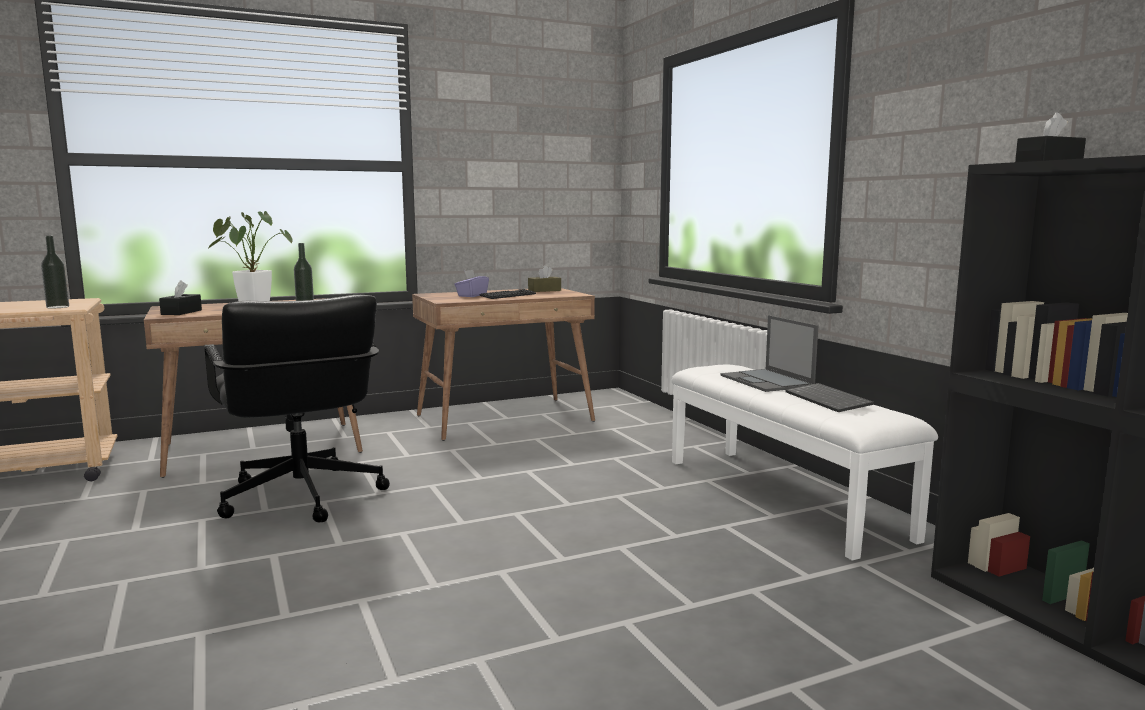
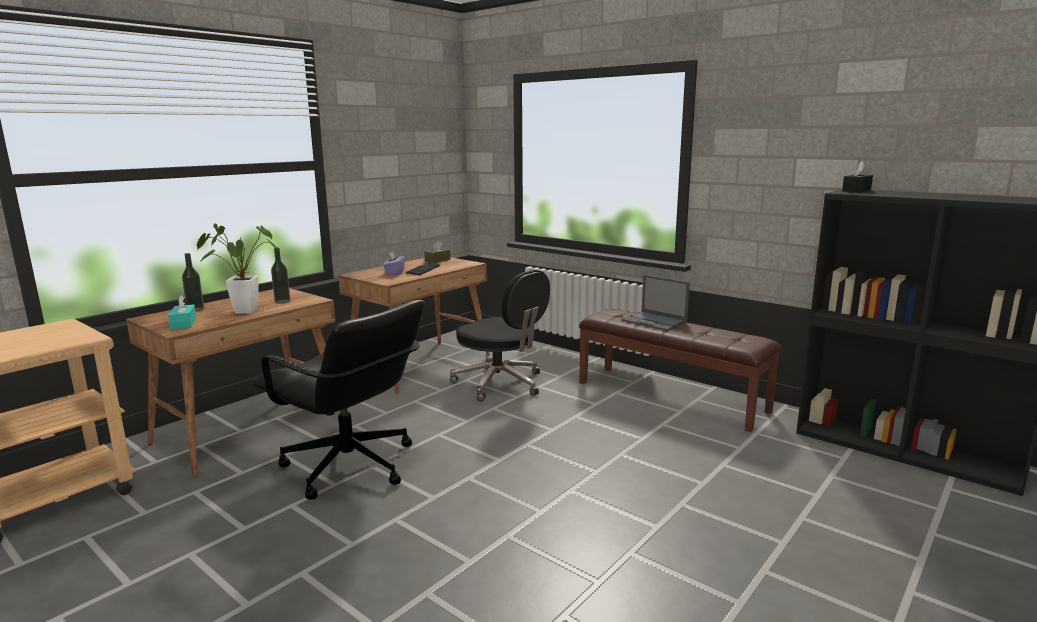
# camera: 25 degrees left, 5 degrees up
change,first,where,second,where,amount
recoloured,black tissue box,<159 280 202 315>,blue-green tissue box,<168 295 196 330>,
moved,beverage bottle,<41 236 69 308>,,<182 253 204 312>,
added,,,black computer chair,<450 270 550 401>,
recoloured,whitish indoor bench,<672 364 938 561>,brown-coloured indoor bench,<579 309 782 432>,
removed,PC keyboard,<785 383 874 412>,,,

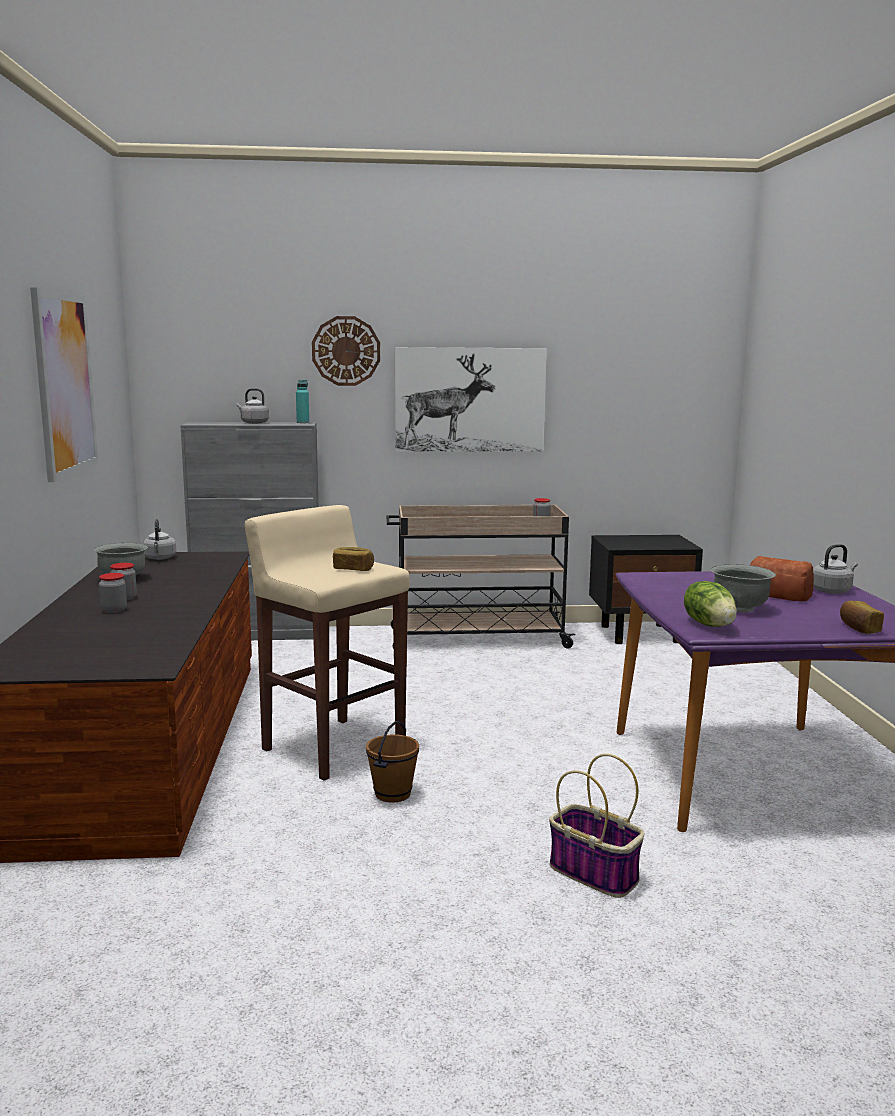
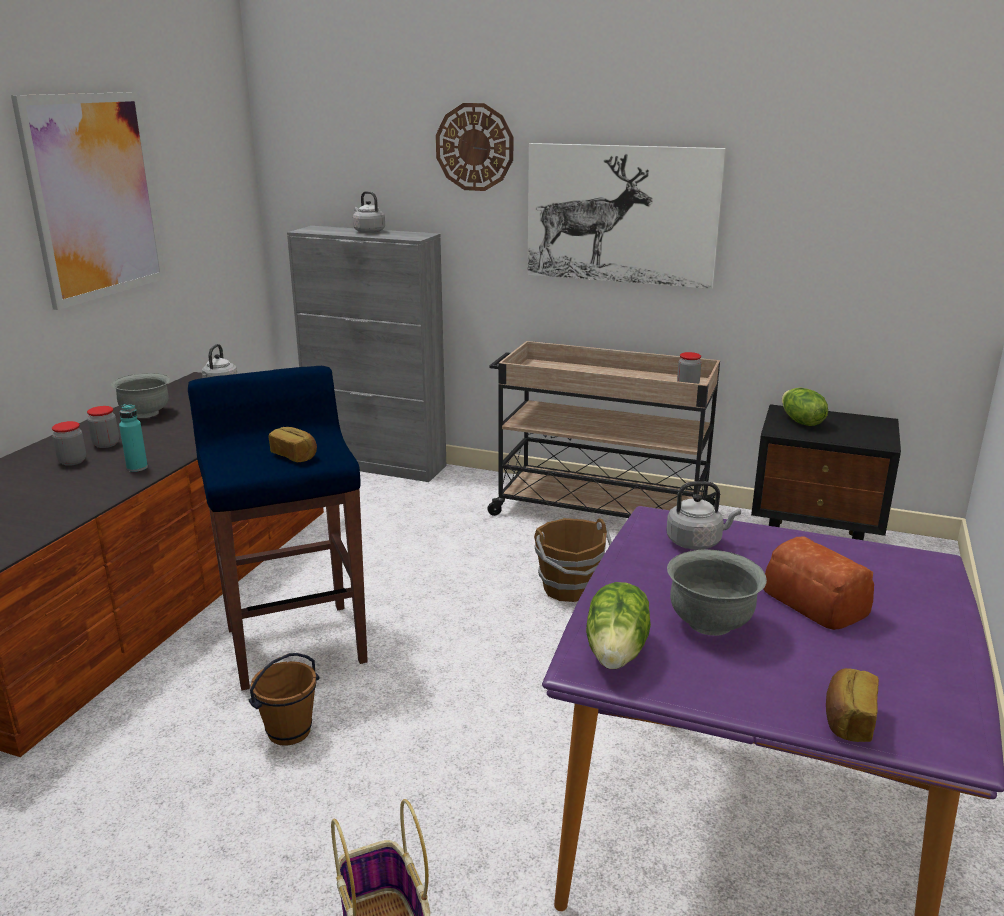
# camera: 25 degrees right, 10 degrees up
change,first,where,second,where,amount
moved,blue-green beverage bottle,<296 380 309 423>,,<119 404 148 472>,
recoloured,sand-coloured stool,<244 505 410 781>,blue-coloured stool,<188 366 368 691>,
added,,,brown-coloured water bucket,<534 518 612 602>,
moved,greyish tea kettle,<813 544 858 594>,,<666 481 741 550>,
added,,,lettuce head,<782 388 828 426>,

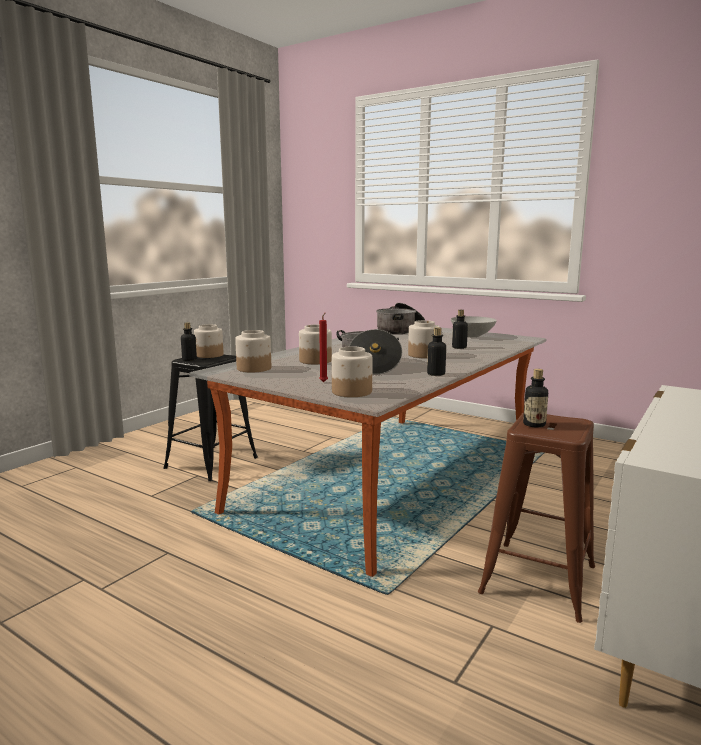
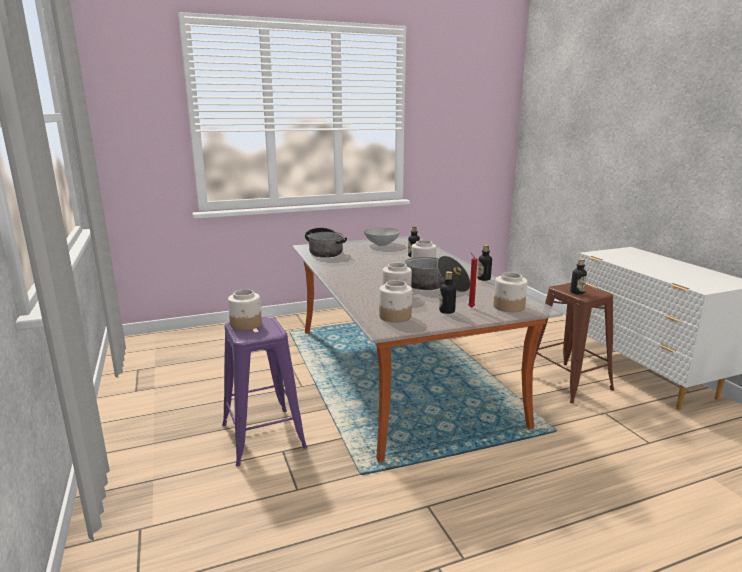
# camera: 55 degrees left, 5 degrees up
change,first,where,second,where,amount
recoloured,black stool,<163 355 258 481>,purple-coloured stool,<222 316 307 467>,
moved,beverage bottle,<181 322 197 361>,,<439 271 456 314>,

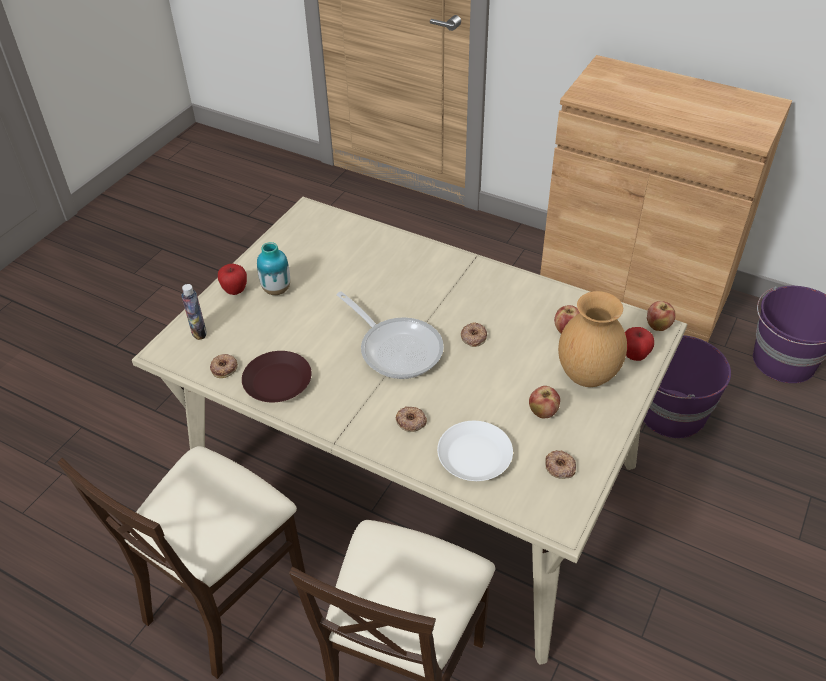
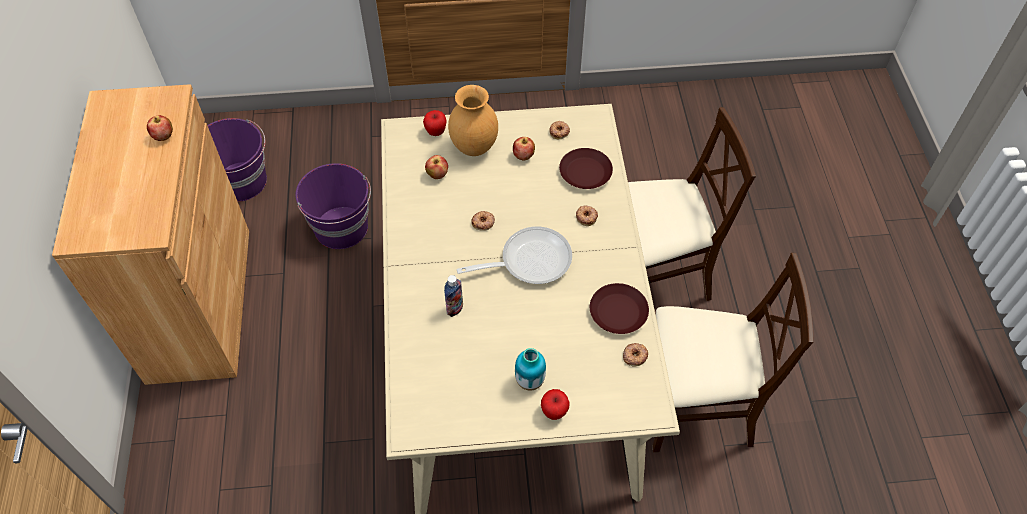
# camera: 125 degrees left, 10 degrees up
change,first,where,second,where,amount
moved,whole apple,<647 301 676 331>,,<147 115 173 141>,
moved,beverage bottle,<181 284 207 340>,,<444 275 463 317>,
turned,frying pan,<337 291 444 379>,,<457 227 572 284>,60 degrees clockwise
recoloured,whitish dinner plate,<437 421 513 481>,brown-coloured dinner plate,<559 148 613 189>,

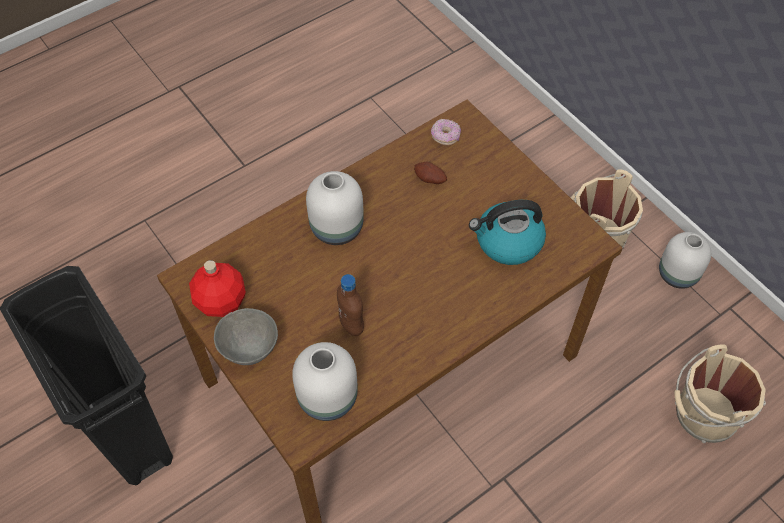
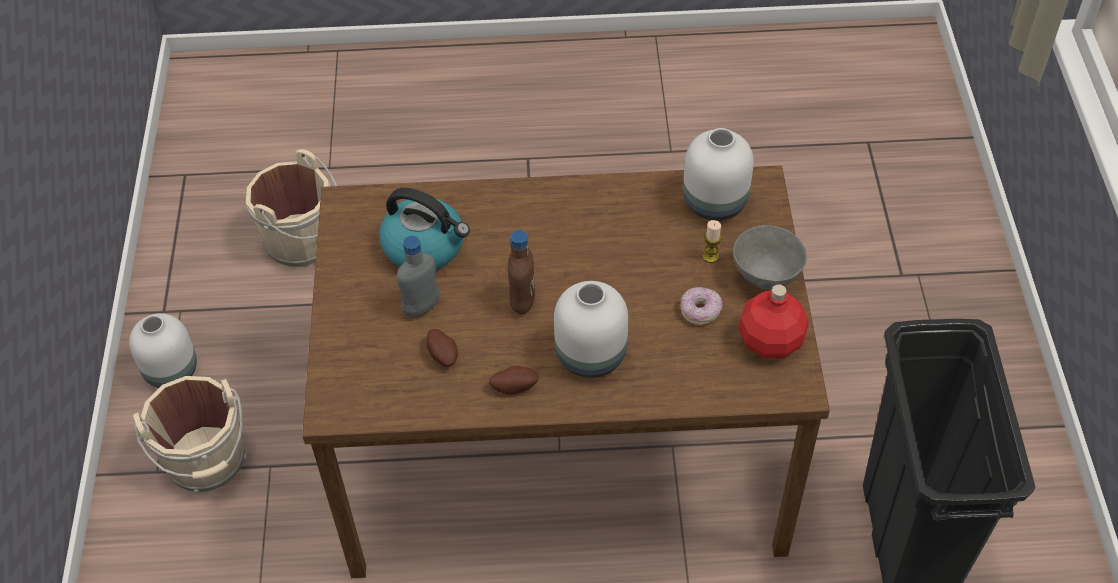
# camera: 145 degrees left, 5 degrees down
change,first,where,second,where,amount
added,,,greyish beverage bottle,<397 236 439 317>,
added,,,spud,<489 366 539 394>,
moved,brown-coloured beverage bottle,<337 274 364 336>,,<508 230 535 315>,
moved,ring doughnut,<431 119 461 145>,,<680 287 722 325>,
added,,,wax light,<703 220 722 263>,

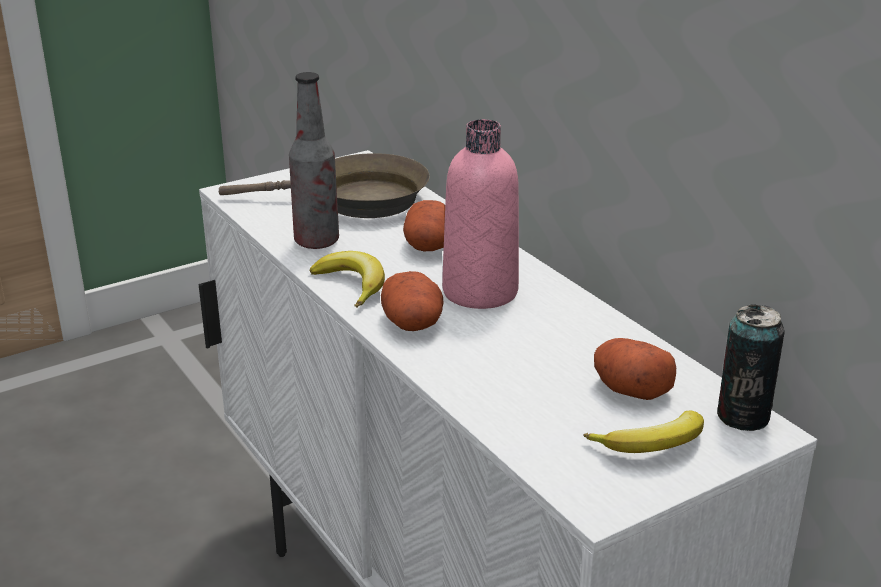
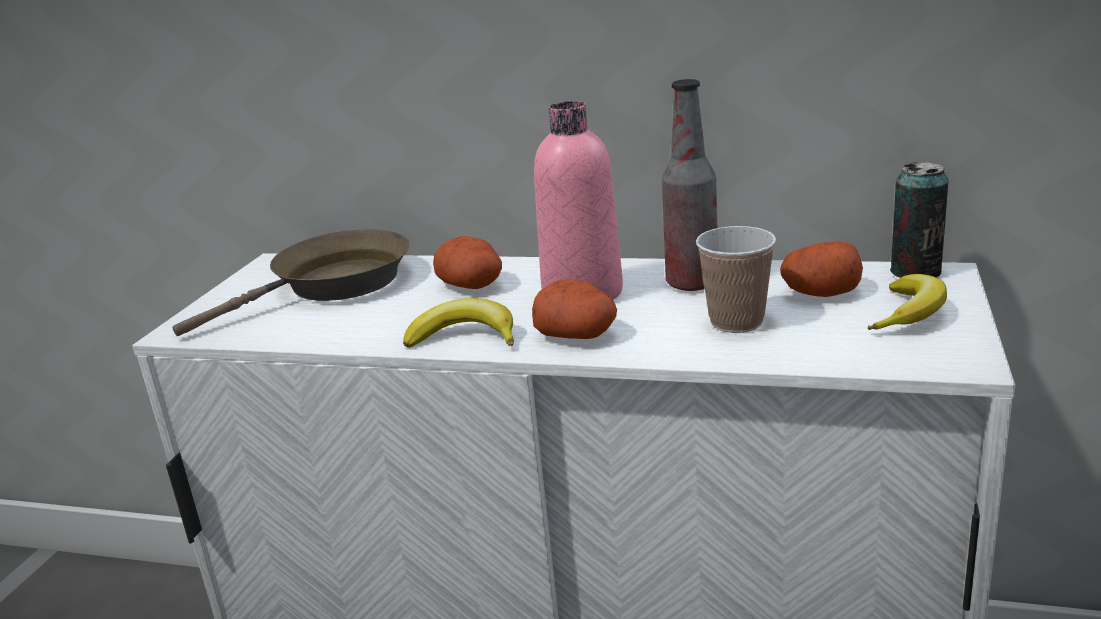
# camera: 40 degrees left, 5 degrees down
change,first,where,second,where,amount
moved,beverage bottle,<289 72 339 249>,,<662 79 718 291>,
added,,,small cup,<696 226 776 333>,

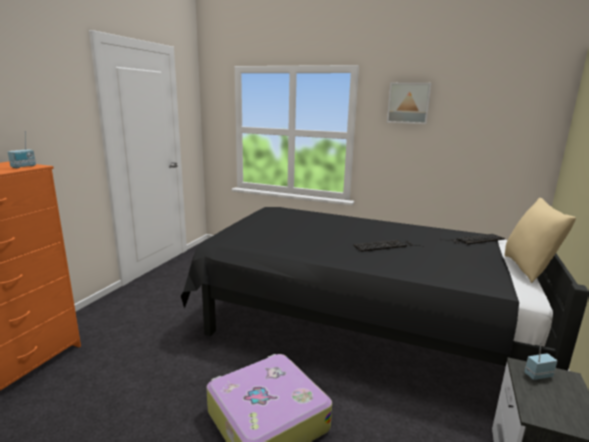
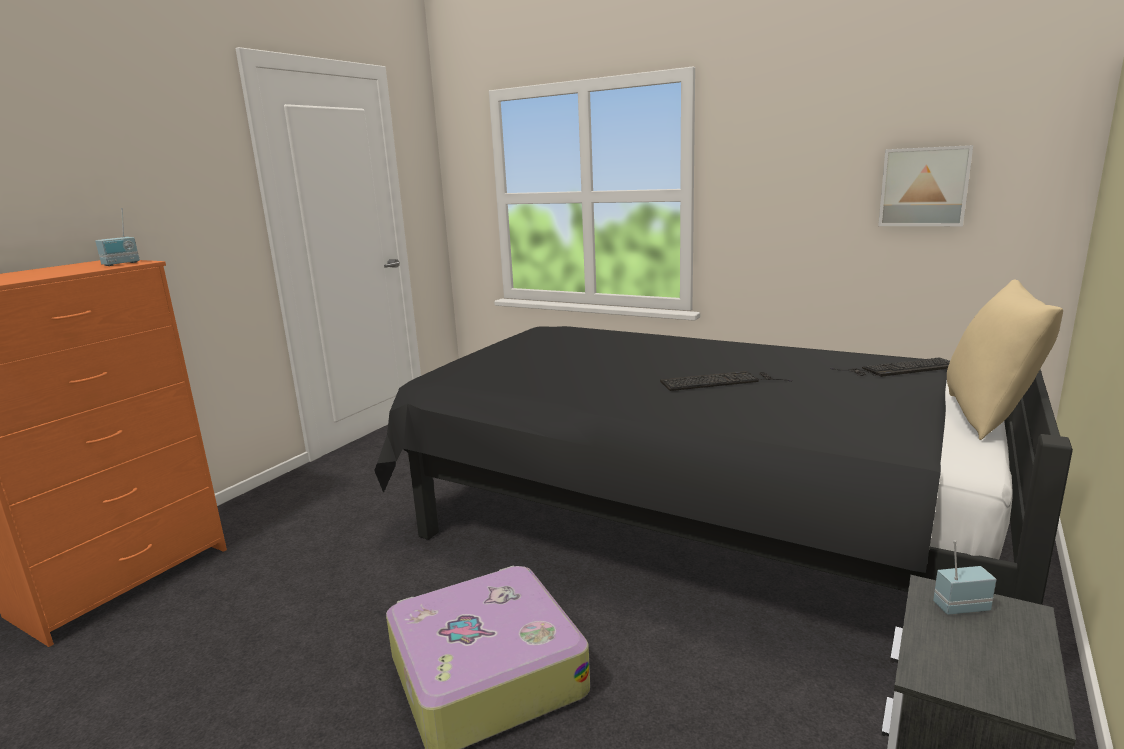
# camera: 10 degrees right, 0 degrees up
change,first,where,second,where,amount
moved,wall picture,<387 83 431 124>,,<878 145 973 226>,

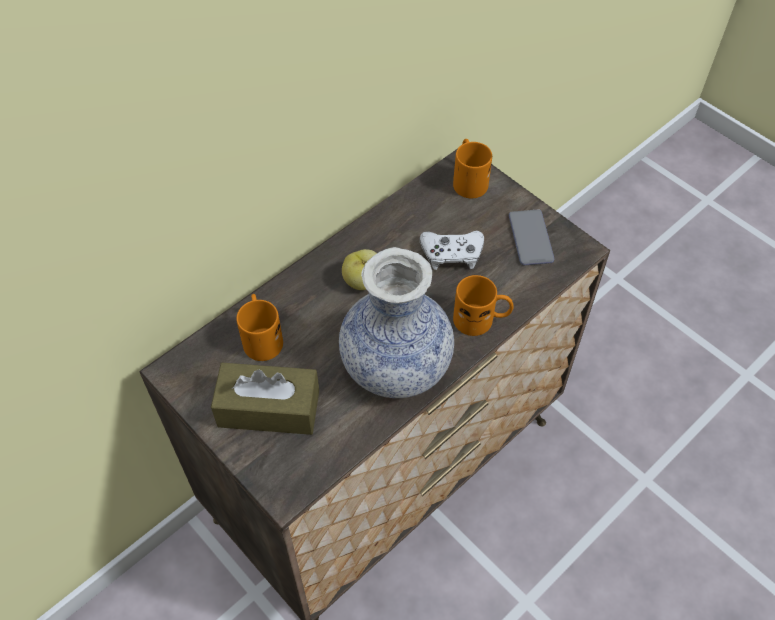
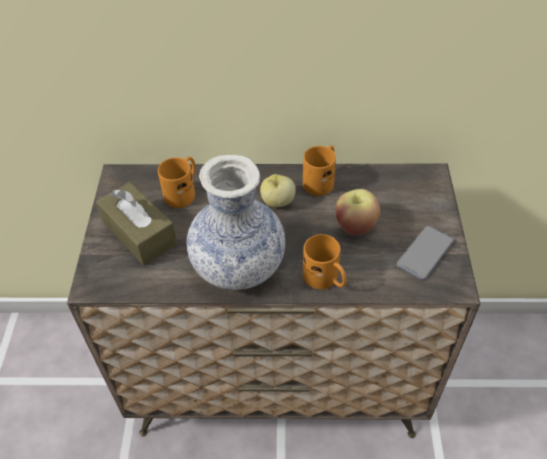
# camera: 45 degrees right, 5 degrees down
change,first,where,second,where,amount
moved,orangey tea mug,<453 139 492 198>,,<303 145 336 196>,
replaced,whitish game controller,<420 231 484 270>,whole apple,<335 189 381 235>,

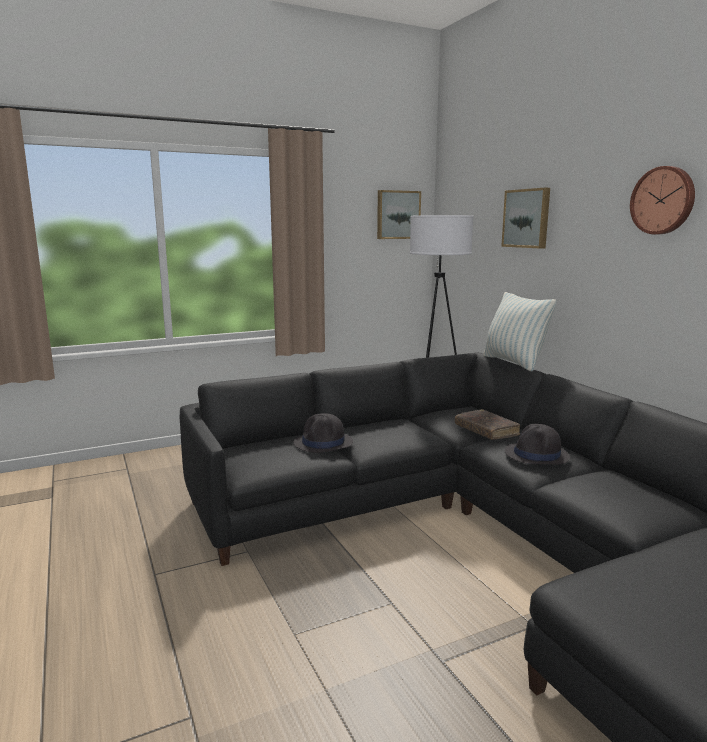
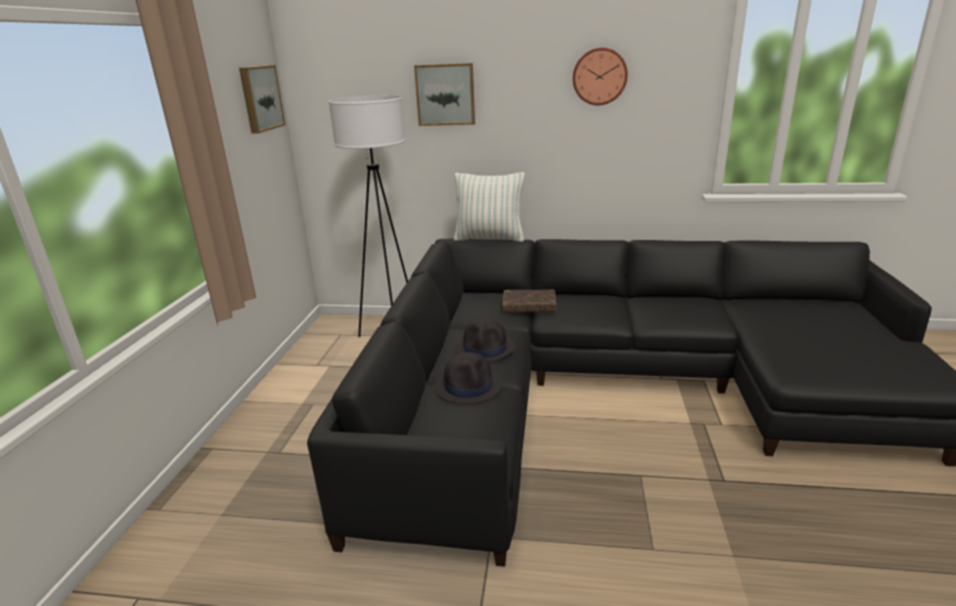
# camera: 55 degrees left, 10 degrees up
change,first,where,second,where,amount
moved,black wearable hat,<504 424 570 465>,,<455 318 515 362>,

